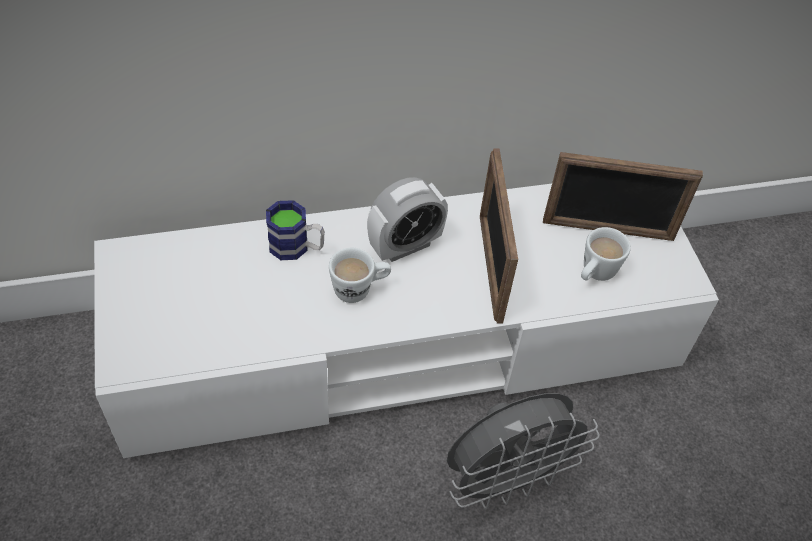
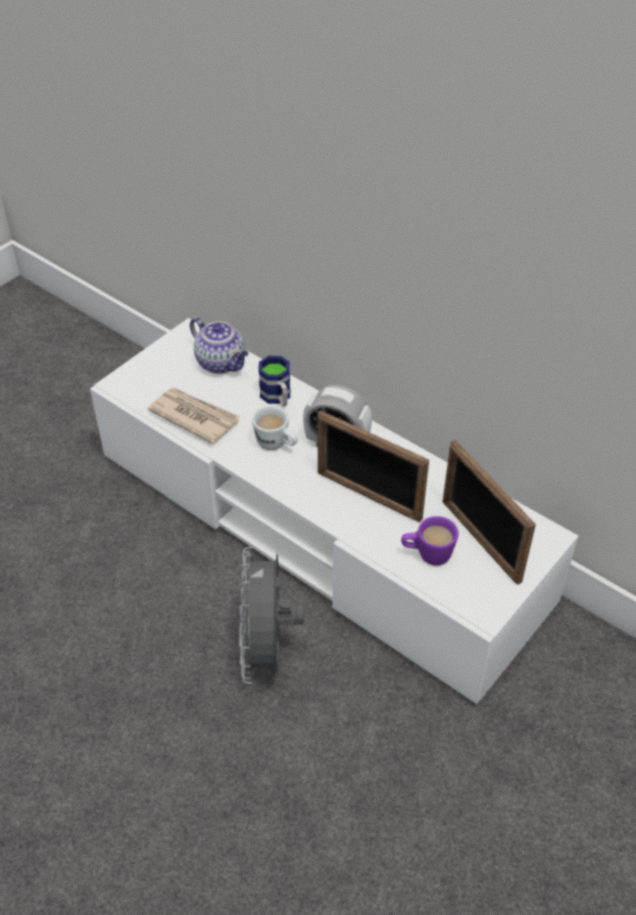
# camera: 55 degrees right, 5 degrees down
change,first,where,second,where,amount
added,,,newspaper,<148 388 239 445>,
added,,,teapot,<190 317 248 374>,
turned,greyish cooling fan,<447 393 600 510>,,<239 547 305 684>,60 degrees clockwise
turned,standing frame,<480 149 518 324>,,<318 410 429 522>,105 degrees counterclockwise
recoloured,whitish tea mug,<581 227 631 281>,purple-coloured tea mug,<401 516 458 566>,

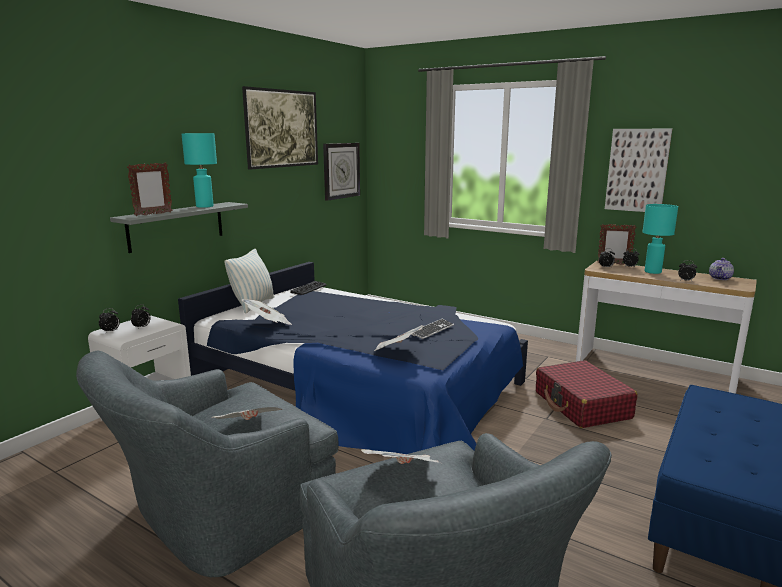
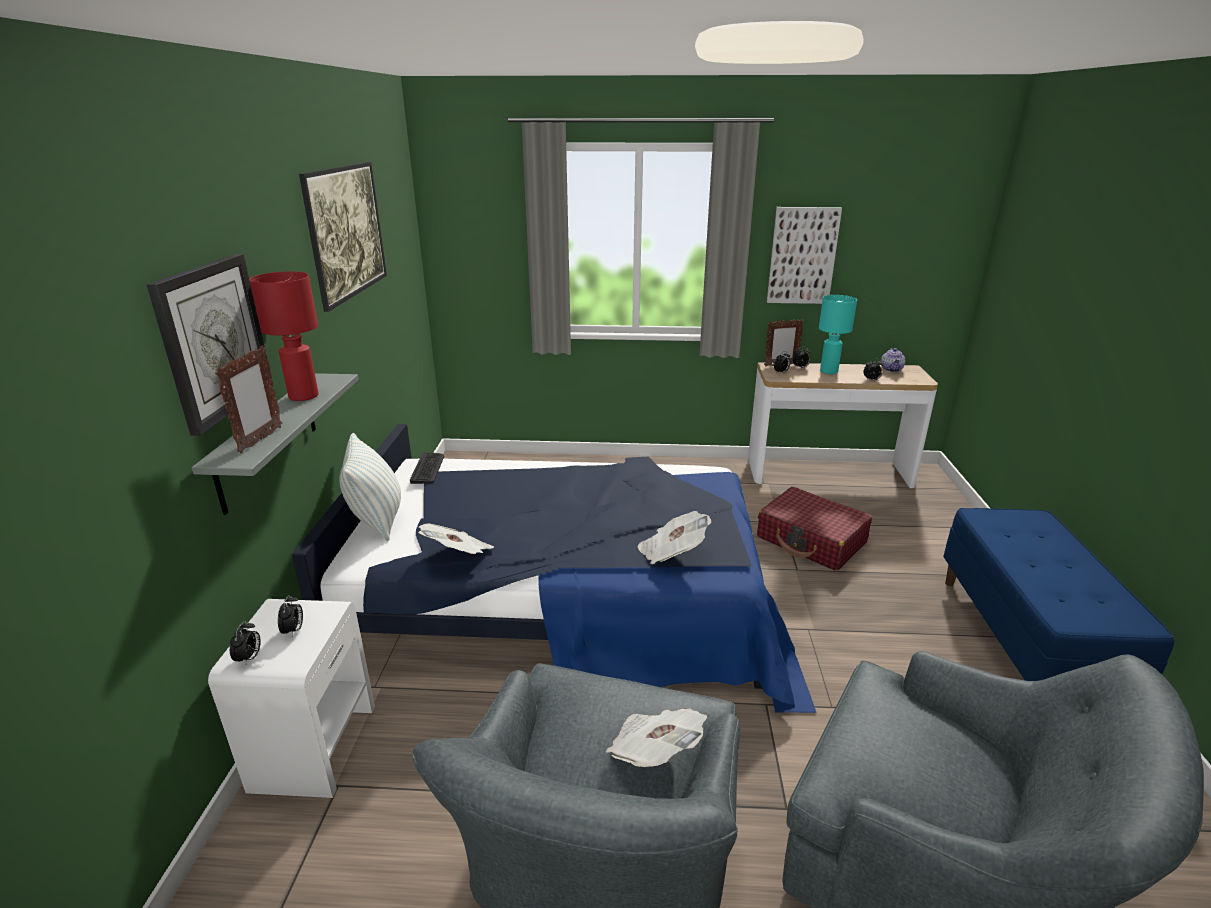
# camera: 30 degrees left, 10 degrees up
change,first,where,second,where,amount
moved,hanging clock,<323 143 360 201>,,<147 254 272 436>,
recoloured,blue-green tabletop lamp,<181 133 217 208>,reddish tabletop lamp,<249 271 319 401>,
removed,newspaper,<361 449 440 464>,,,
removed,PC keyboard,<412 319 454 339>,,,

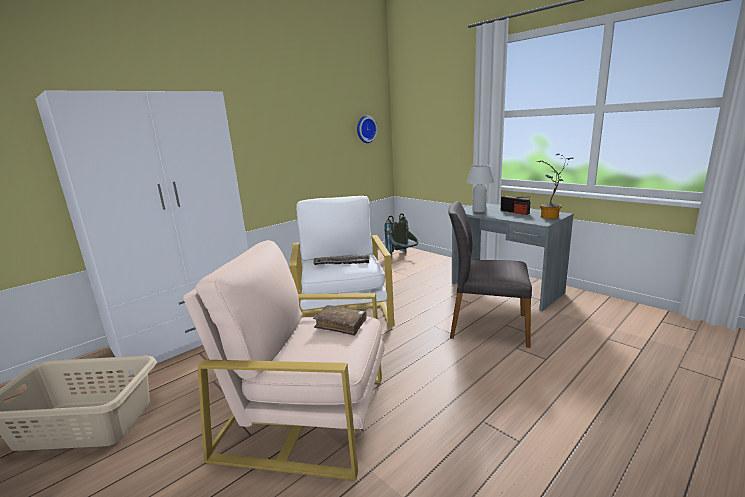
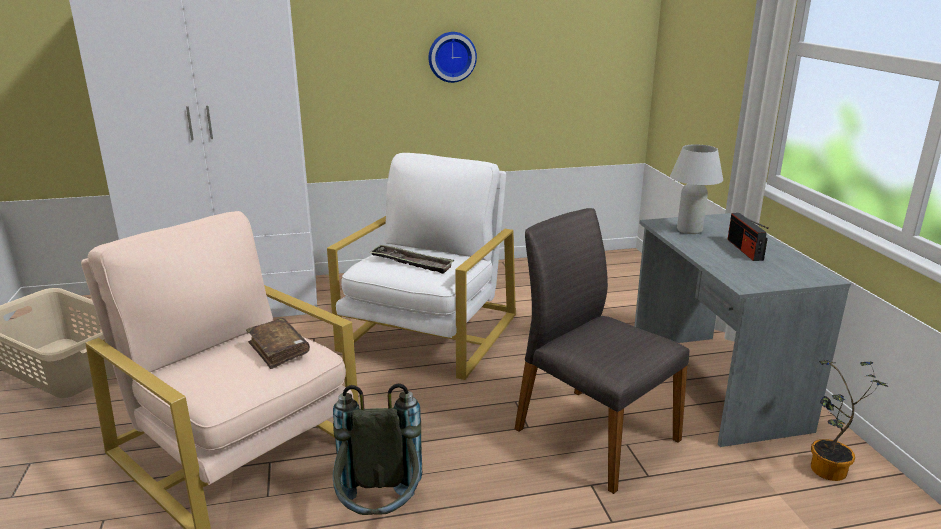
# camera: 30 degrees right, 5 degrees up
change,first,where,second,where,amount
moved,greyish backpack,<385 213 418 257>,,<333 383 422 515>,
moved,hanging clock,<357 115 378 143>,,<429 32 477 83>,
moved,houseplant,<536 154 573 219>,,<811 360 888 481>,

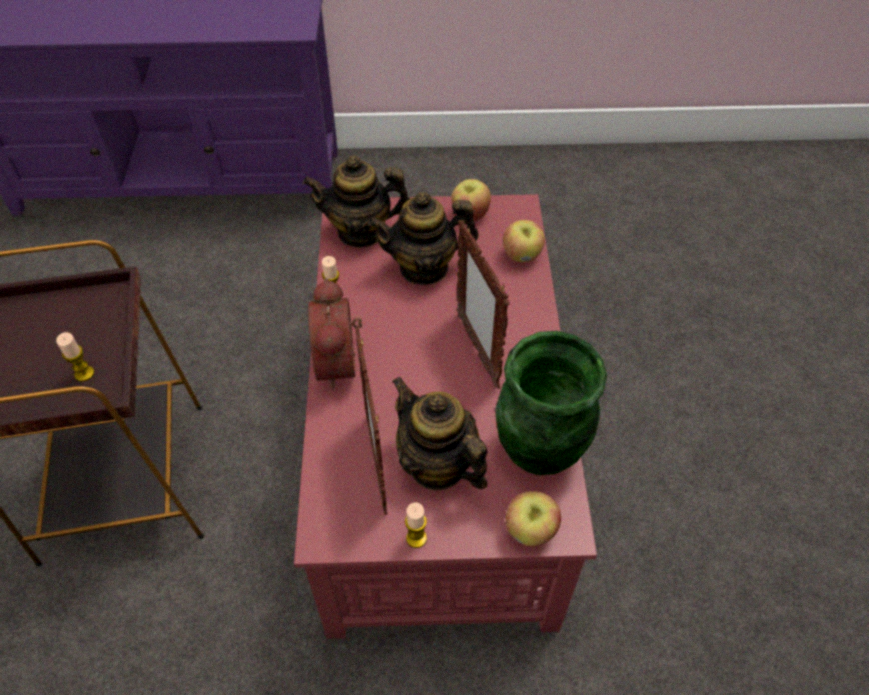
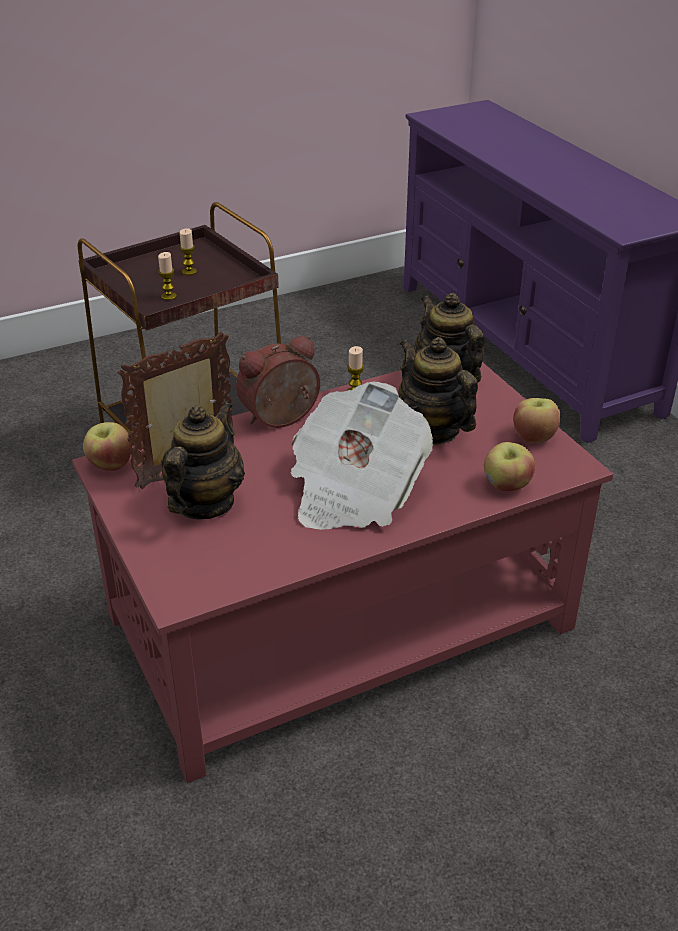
# camera: 65 degrees right, 15 degrees down
change,first,where,second,where,amount
moved,whole apple,<505 491 561 547>,,<83 422 132 471>,
moved,wax light,<405 502 427 548>,,<179 228 197 275>,
replaced,standing frame,<457 220 510 389>,newspaper,<291 382 433 530>,
removed,greenish decorative vase,<495 331 607 475>,,,

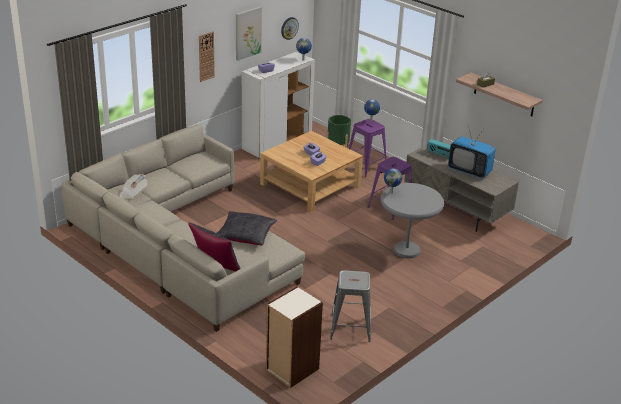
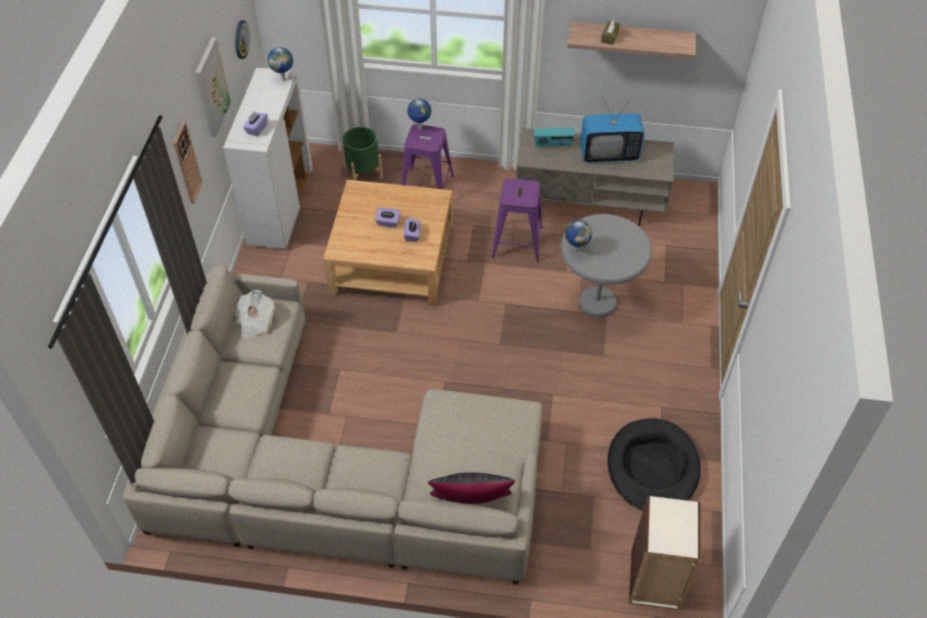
# camera: 35 degrees left, 20 degrees up
change,first,where,second,where,amount
moved,newspaper,<119 174 148 199>,,<234 290 275 338>,
replaced,greyish stool,<330 270 371 342>,black dog cushion,<607 418 701 511>,
removed,black pillow,<217 211 277 245>,,,

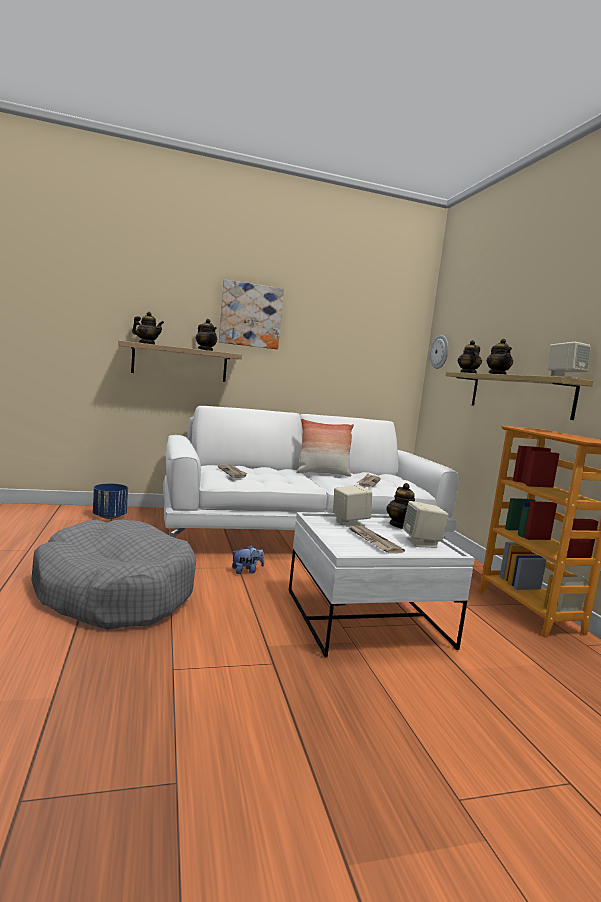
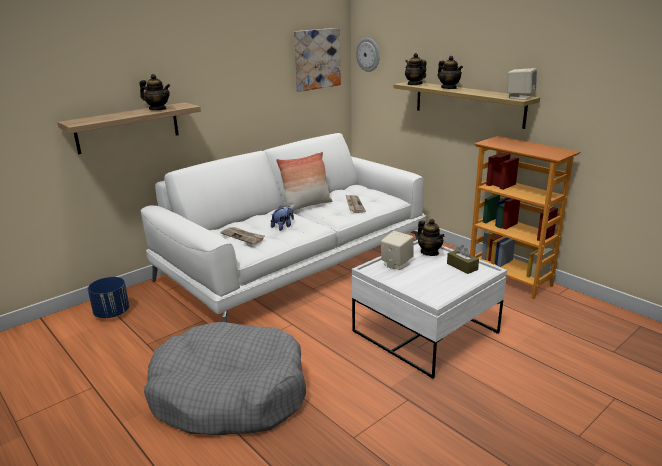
# camera: 25 degrees left, 15 degrees up
change,first,where,second,where,amount
moved,cuddly toy,<232 545 264 574>,,<271 206 294 231>,
moved,wall picture,<219 280 284 349>,,<294 28 341 92>,
replaced,sand-coloured loudspeaker,<403 501 449 548>,brown-coloured tissue box,<447 245 479 274>,
removed,teapot,<132 312 164 345>,,,
removed,newspaper,<348 524 405 554>,,,

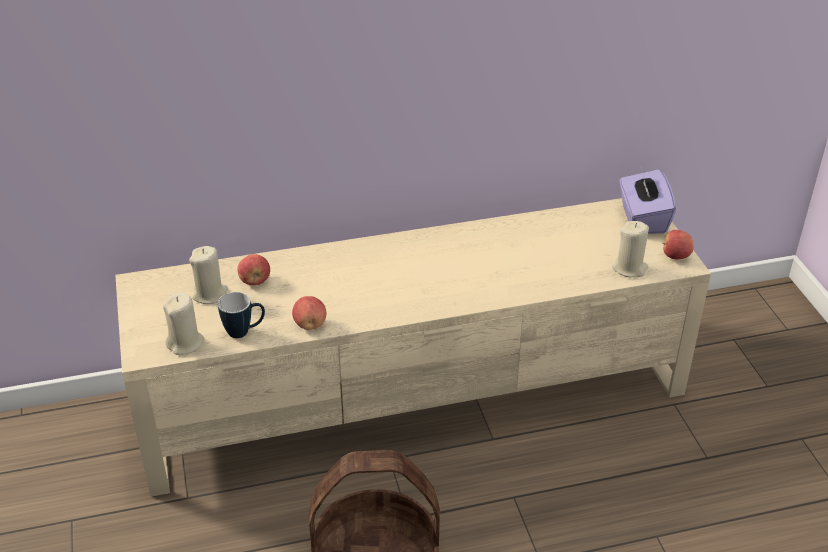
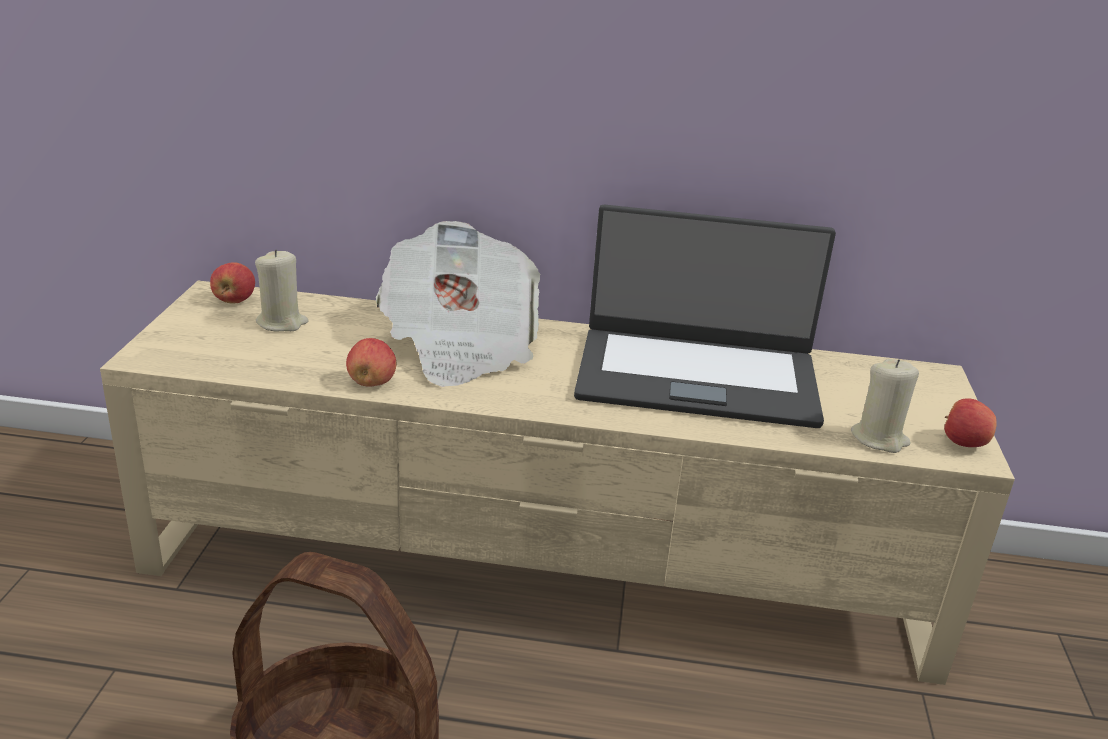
# camera: 20 degrees right, 10 degrees down
change,first,where,second,where,amount
moved,whole apple,<237 254 270 286>,,<210 262 255 304>,
added,,,newspaper,<375 221 540 387>,
added,,,laptop,<574 205 836 428>,
removed,sand-coloured wax light,<163 292 204 355>,,,
removed,tea mug,<218 292 265 338>,,,
removed,purple-coloured tissue box,<619 168 676 234>,,,

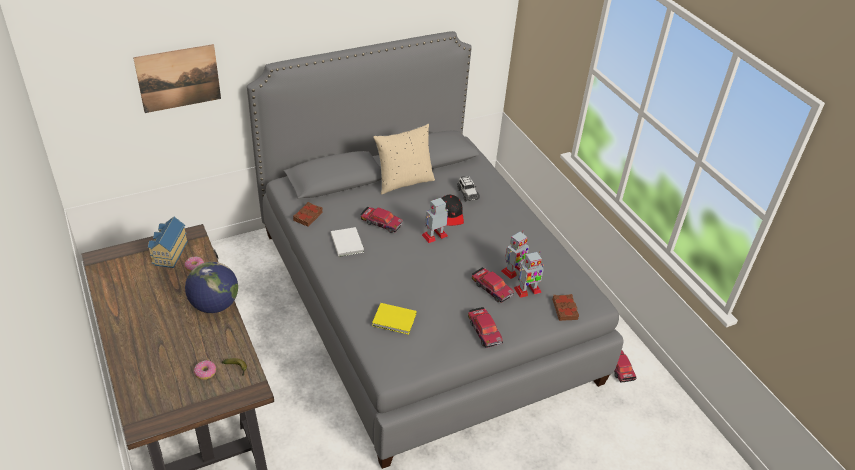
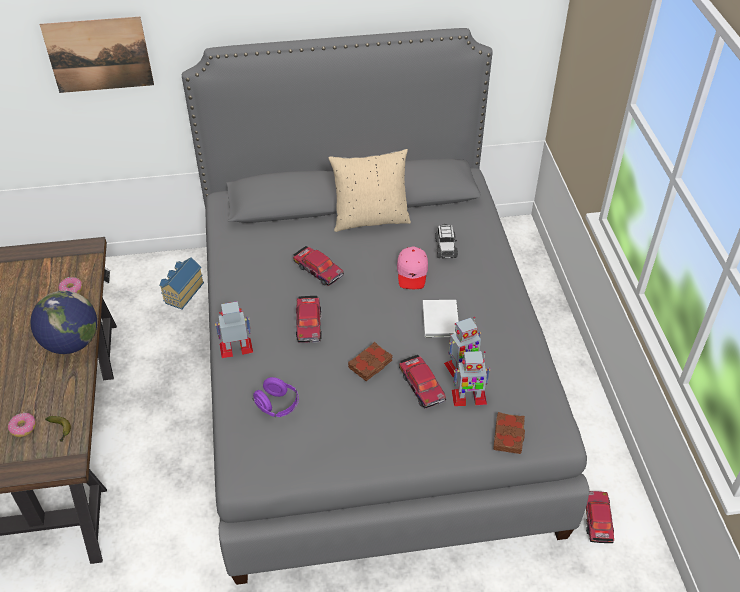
# camera: 20 degrees right, 5 degrees up
change,first,where,second,where,amount
moved,toy house,<148 217 188 268>,,<159 257 204 309>,
moved,model robot,<422 198 448 243>,,<215 301 253 358>,
replaced,yellow-coloured bound book,<372 303 417 335>,purple-coloured pair of headphones,<252 377 299 417>,
moved,miniature car,<468 307 503 348>,,<296 296 322 343>,
moved,brown-coloured bound book,<293 202 323 226>,,<348 342 392 381>,
recoloured,black peaked cap,<441 195 464 226>,pink-coloured peaked cap,<397 247 428 289>,
moved,whitish bound book,<331 227 364 257>,,<423 300 459 337>,

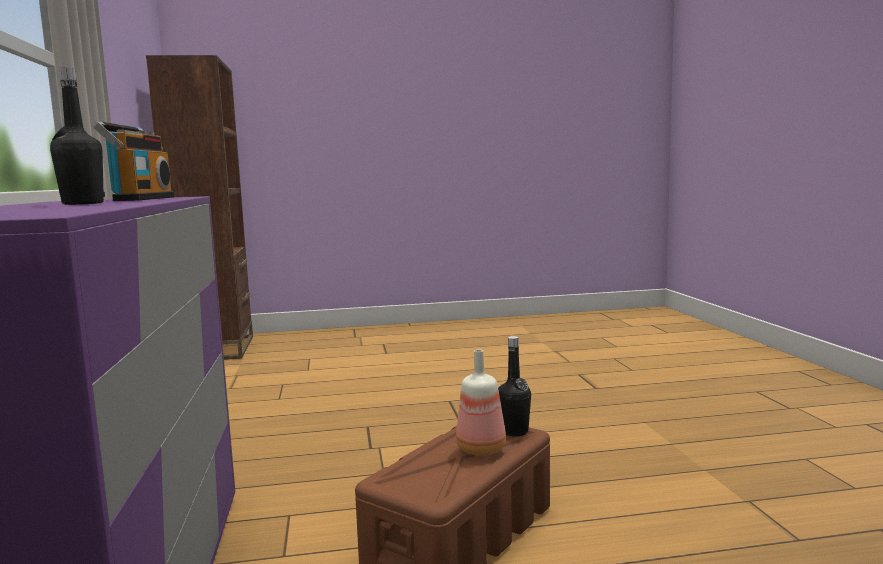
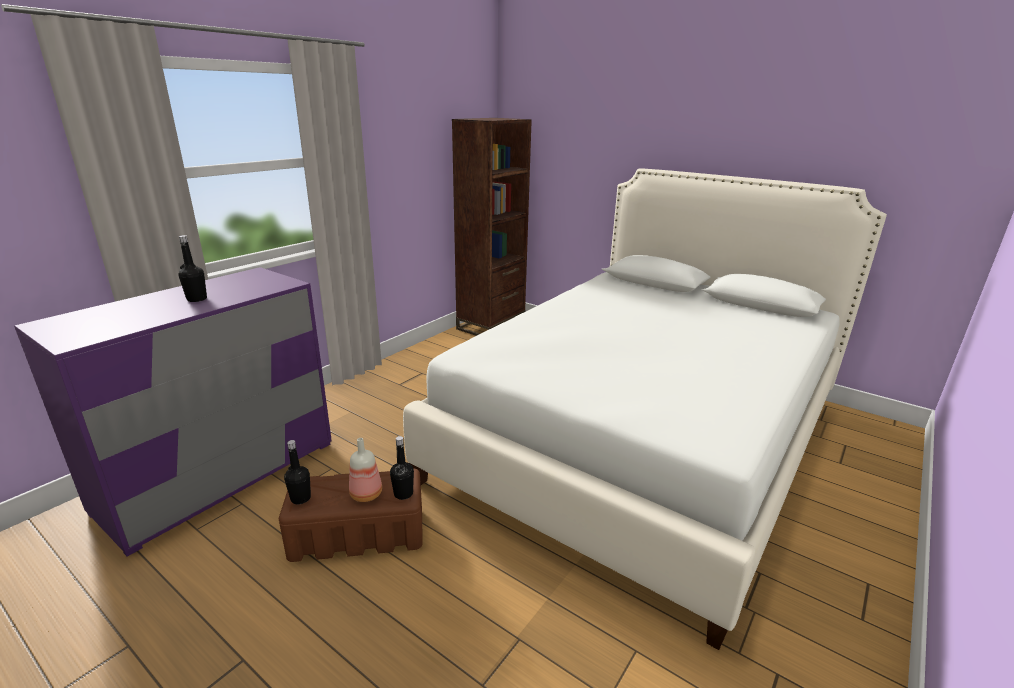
# camera: 45 degrees right, 15 degrees up
change,first,where,second,where,amount
added,,,black beverage bottle,<284 440 311 504>,
added,,,whitish sleeping bed,<403 169 887 650>,
removed,radio set,<93 121 175 201>,,,

